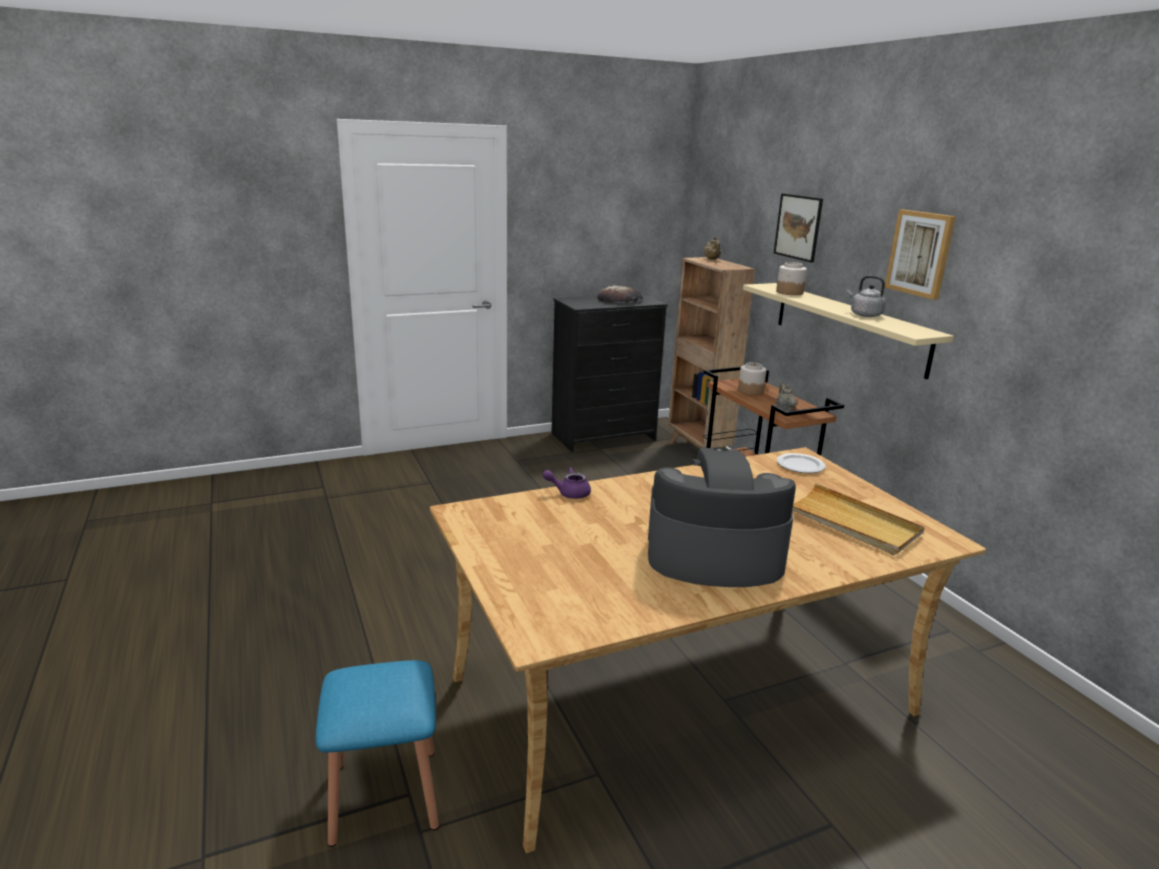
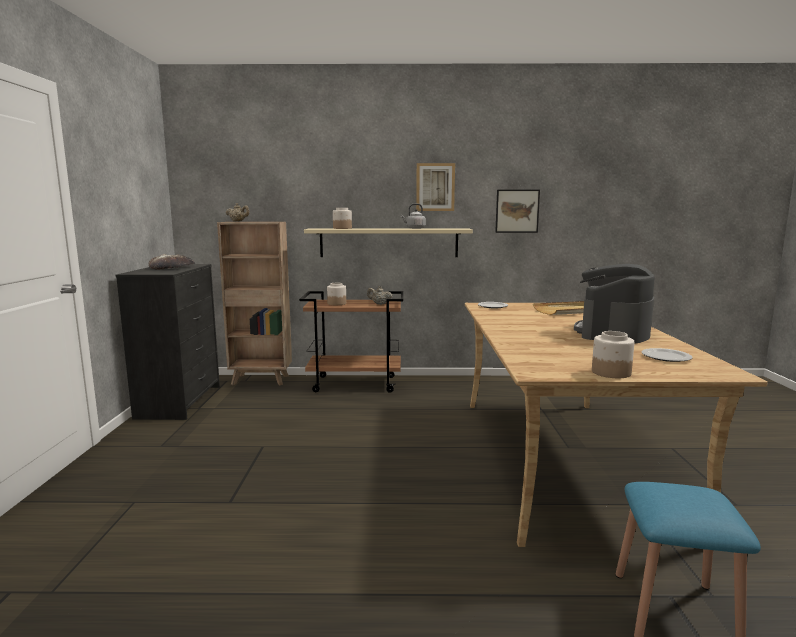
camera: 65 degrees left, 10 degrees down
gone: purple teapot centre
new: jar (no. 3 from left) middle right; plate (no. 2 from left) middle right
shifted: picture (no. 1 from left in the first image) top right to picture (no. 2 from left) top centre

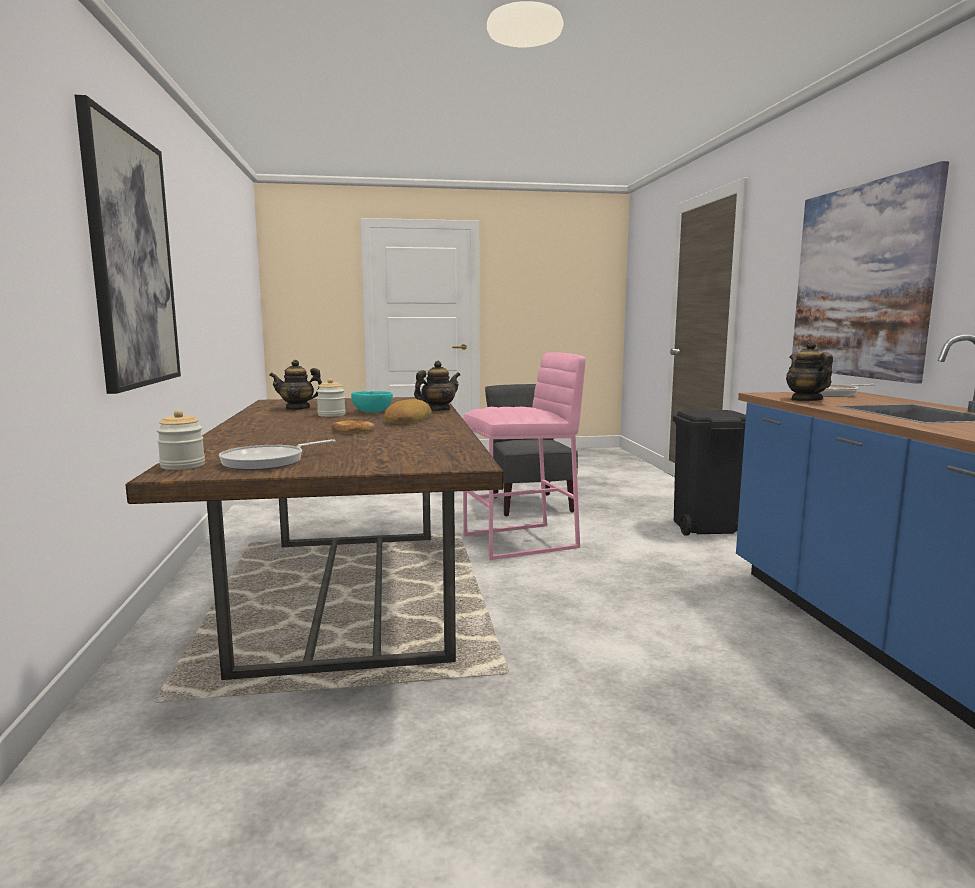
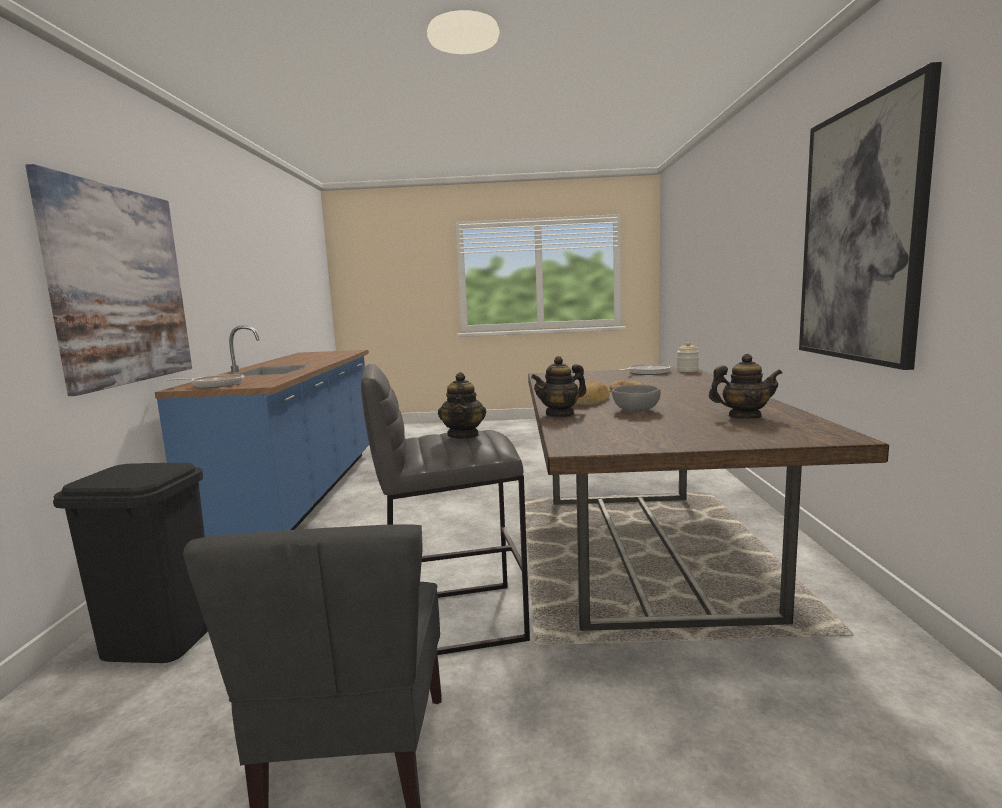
camera: 170 degrees left, 0 degrees up
gone: jar (no. 2 from left) centre
shifted: teapot (no. 3 from left in the first image) middle right to teapot (no. 1 from left) centre
repainted: pink stool centre to grey stool centre; turquoise bowl centre to grey bowl centre

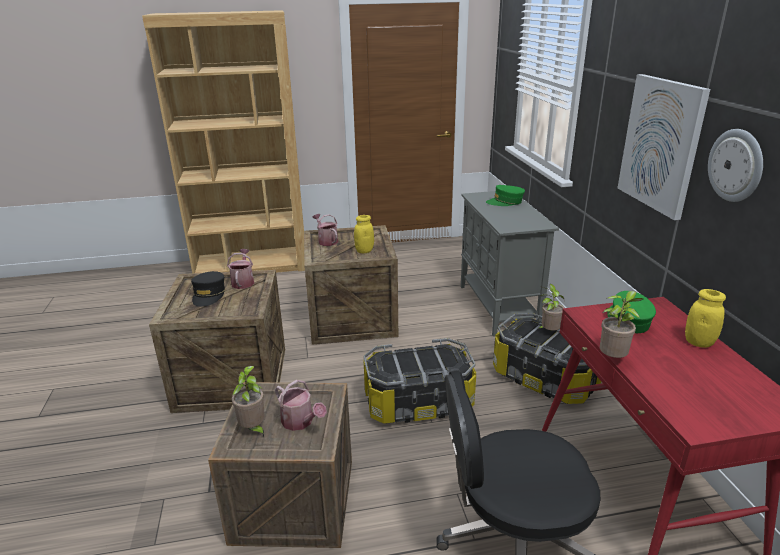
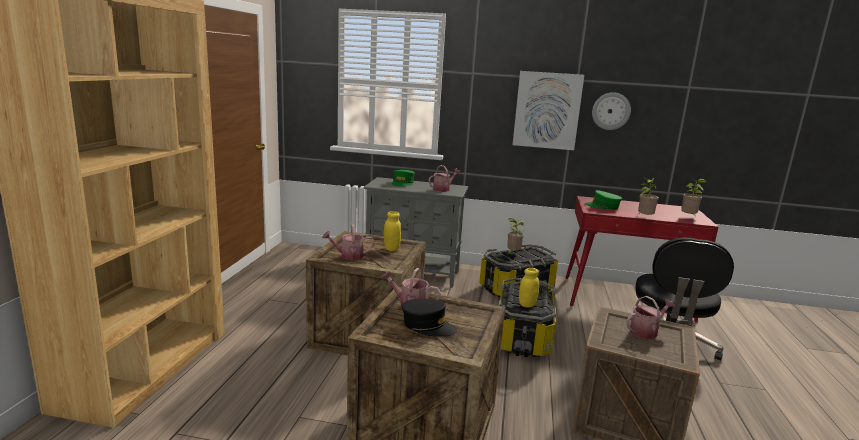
camera: 70 degrees left, 10 degrees down
new: watering can (no. 3 from left) centre
shifted: yellow jar (no. 2 from left) middle right to centre; potted plant (no. 1 from left in the first image) bottom left to potted plant (no. 3 from left) middle right

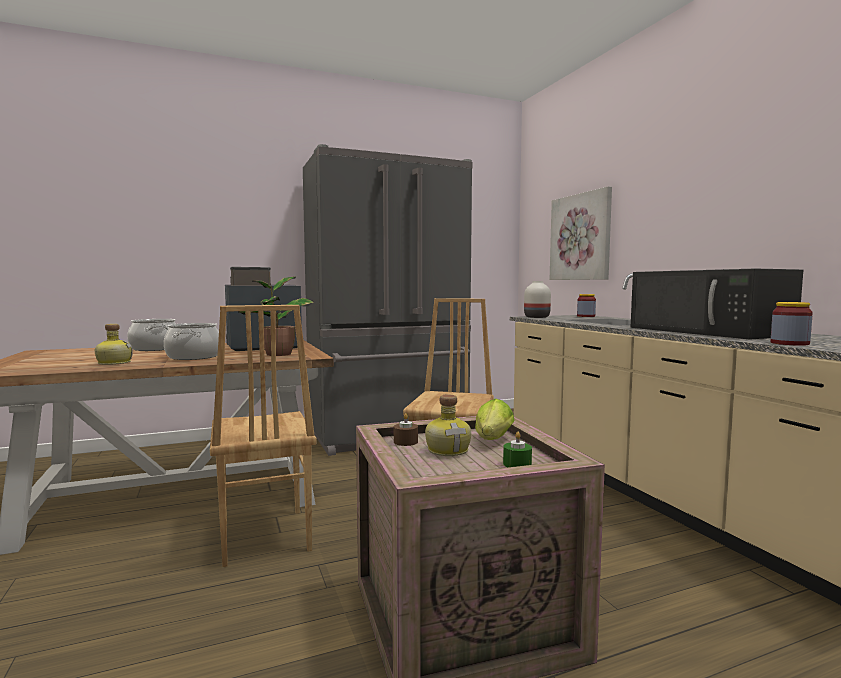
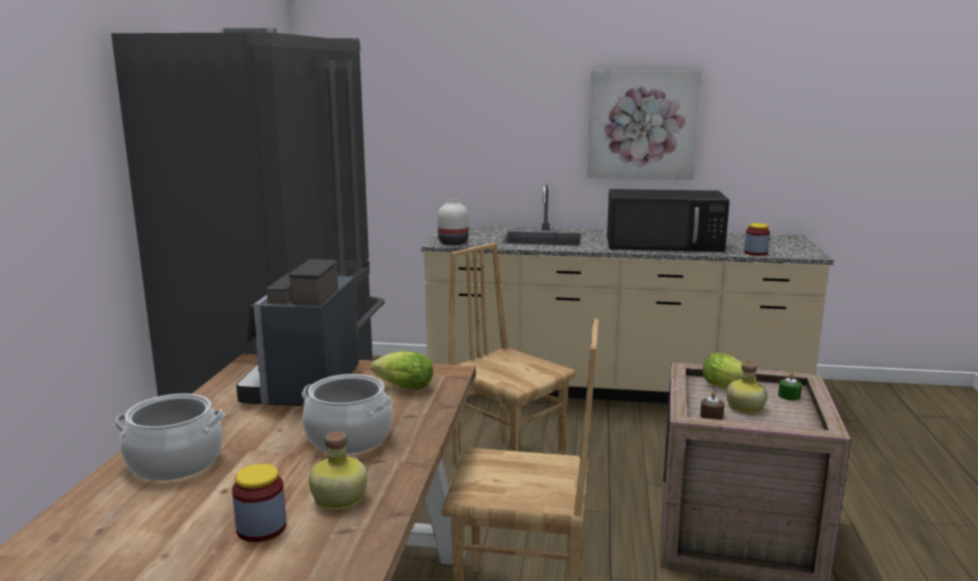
camera: 60 degrees left, 10 degrees up
shifted: jar (no. 1 from left) middle right to bottom left; picture middle right to top centre
swapped: potted plant middle left to lettuce (no. 1 from left) centre

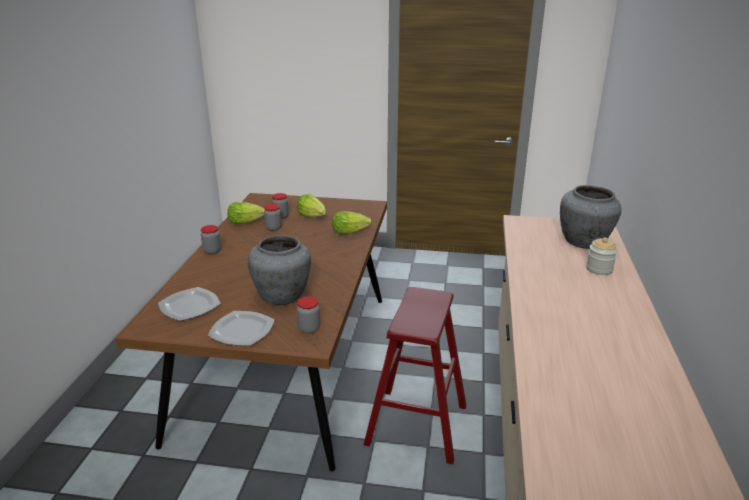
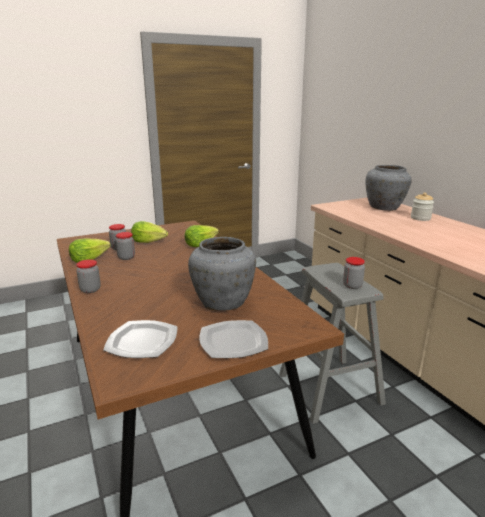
camera: 35 degrees left, 5 degrees down
shifted: jar (no. 4 from left) centre to middle right
repainted: red stool bottom centre to grey stool middle right

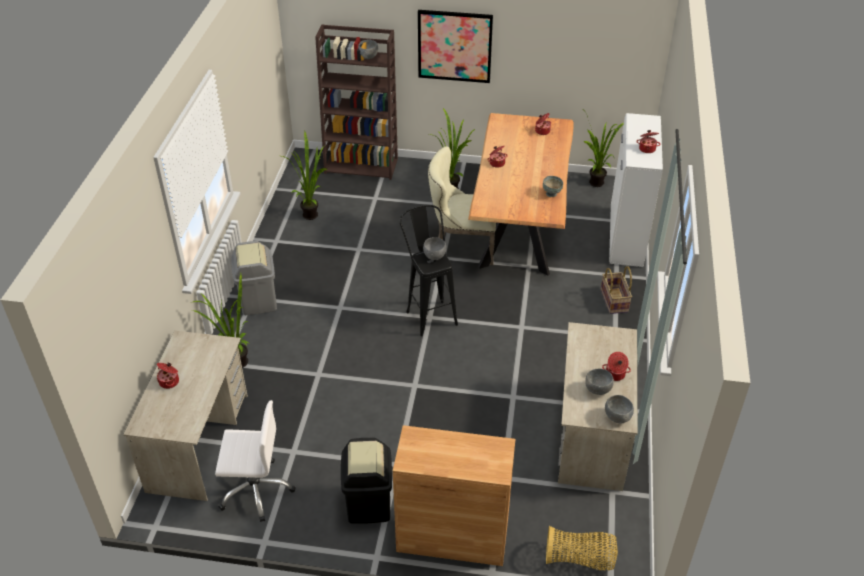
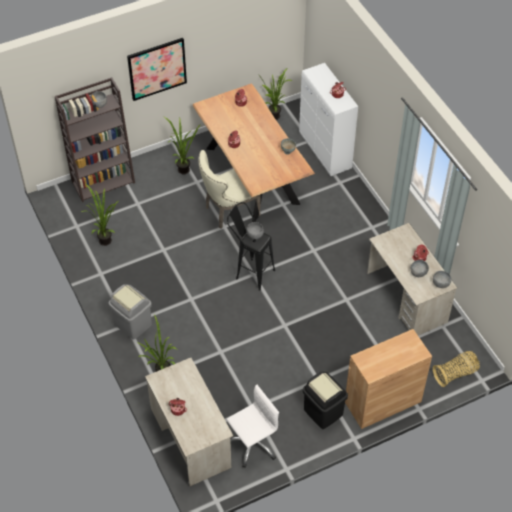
camera: 35 degrees left, 10 degrees up
gone: basket (no. 2 from left) middle right

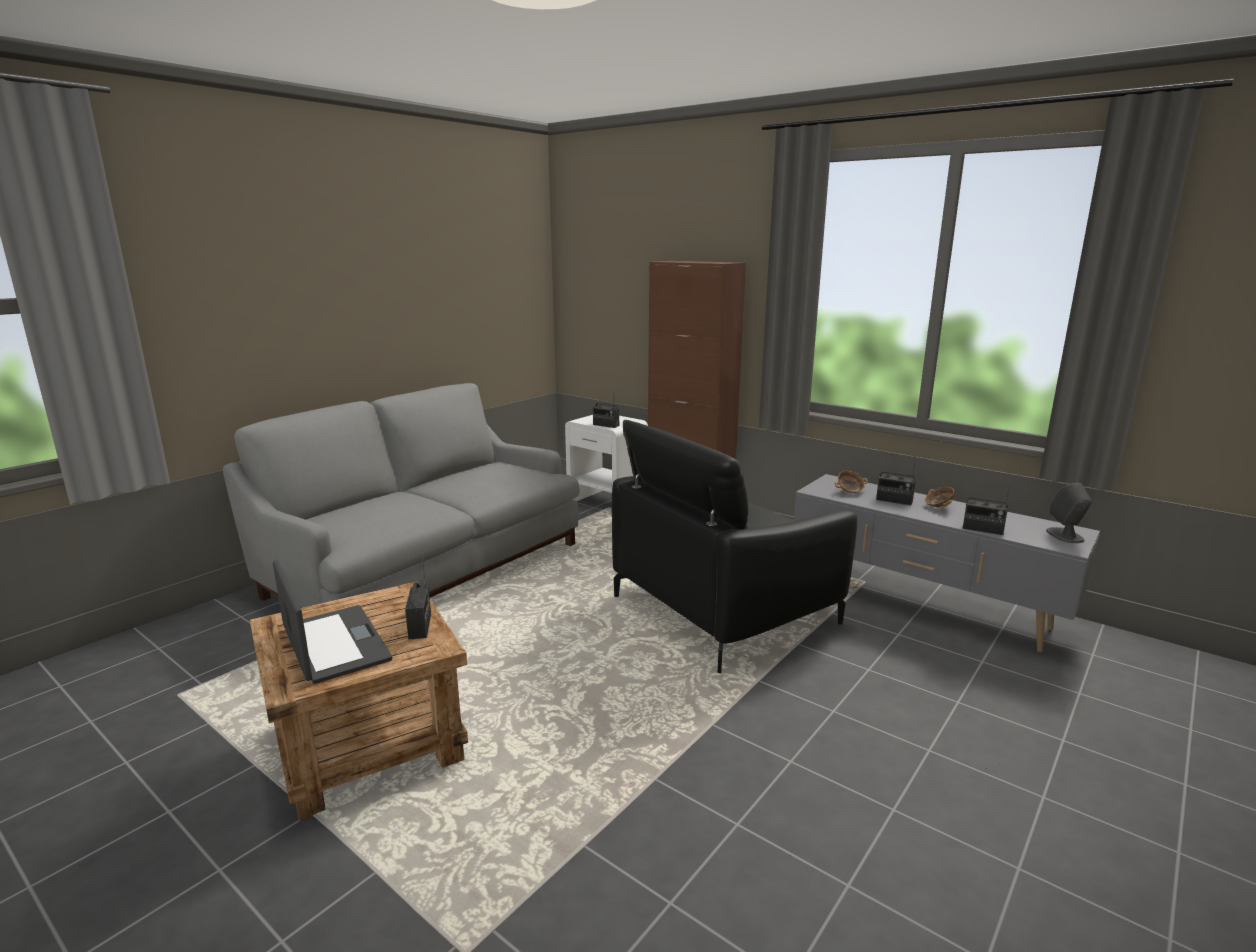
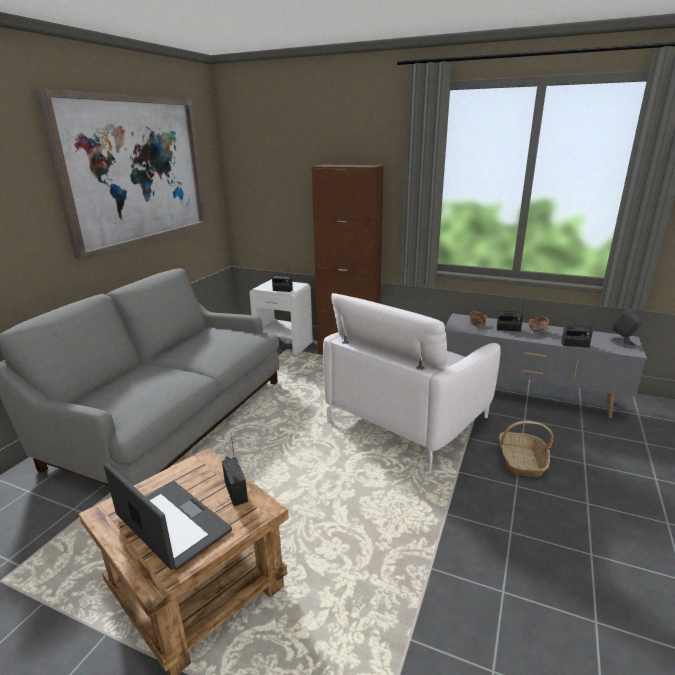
camera: 15 degrees left, 5 degrees up
new: picture top left; basket middle right
repainted: black armchair centre to white armchair centre

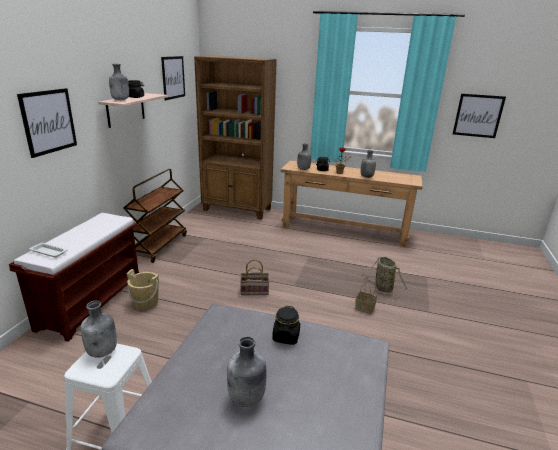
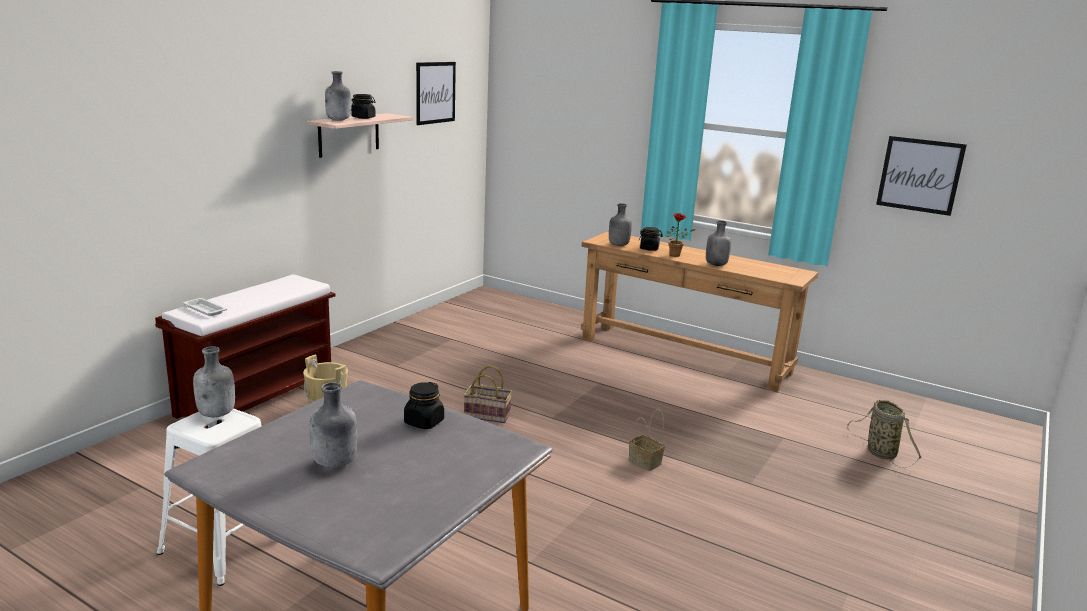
camera: 15 degrees right, 5 degrees down
gone: picture (no. 1 from left) top left; brown cart middle left; brown bookcase top centre
shifted: basket (no. 3 from left) middle right to bottom right

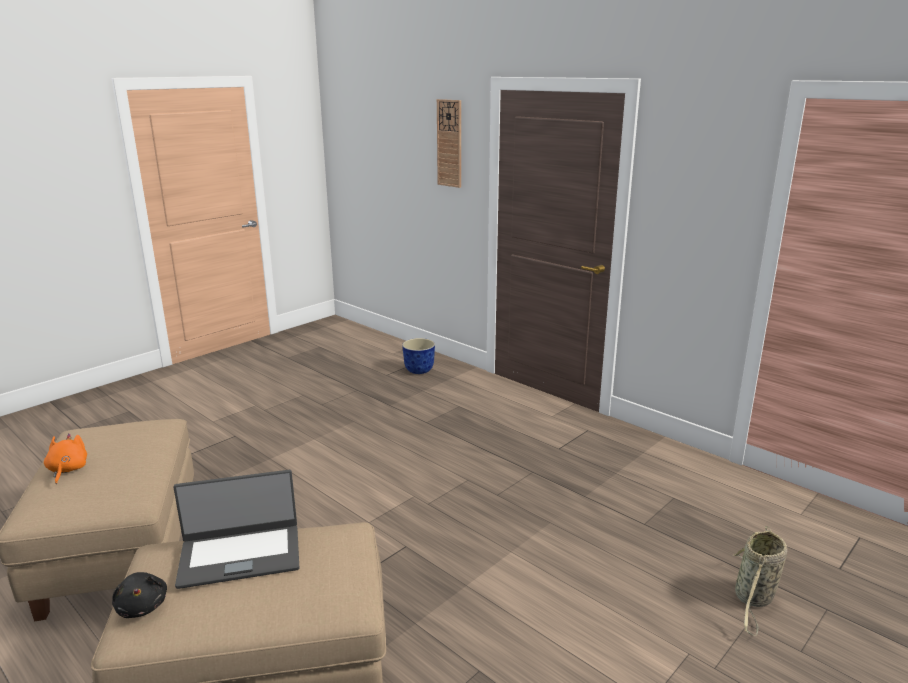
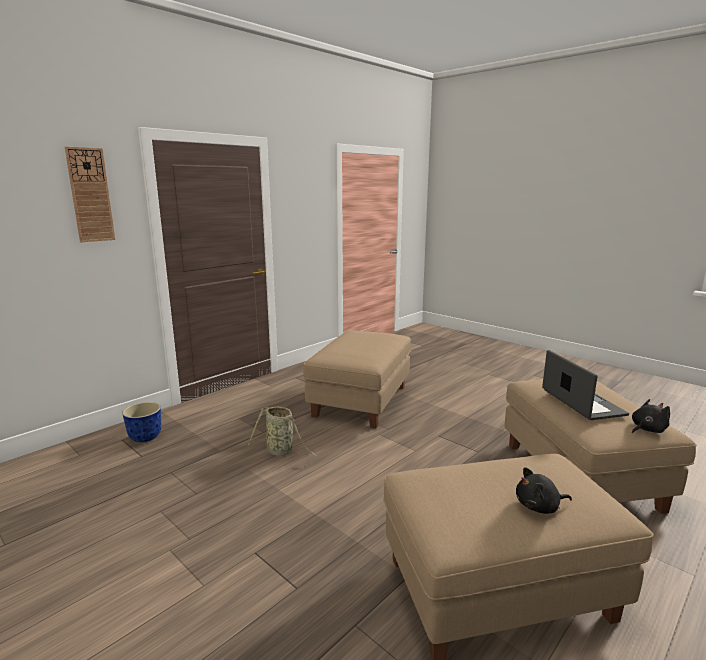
camera: 90 degrees left, 5 degrees down
new: beige ottoman (no. 1 from left) centre
shifted: basket bottom right to centre
repainted: orange plush toy bottom left to black plush toy (no. 1 from left) bottom right

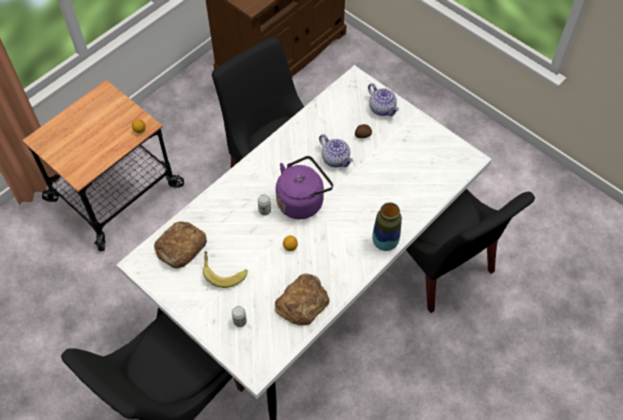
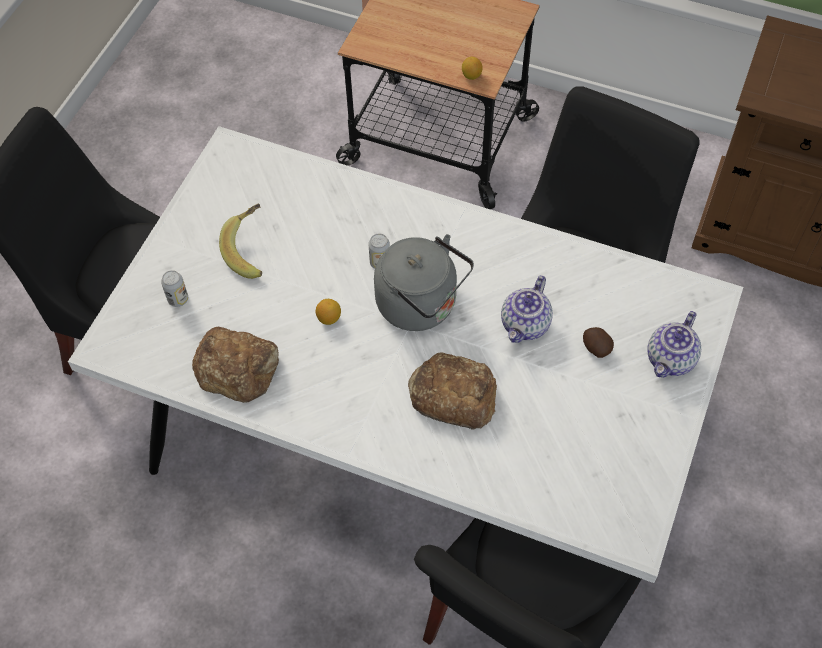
camera: 70 degrees right, 0 degrees up
gone: vase centre
shifted: bread (no. 1 from left in the first image) middle left to bread (no. 2 from left) centre
repainted: purple kettle centre to grey kettle centre

